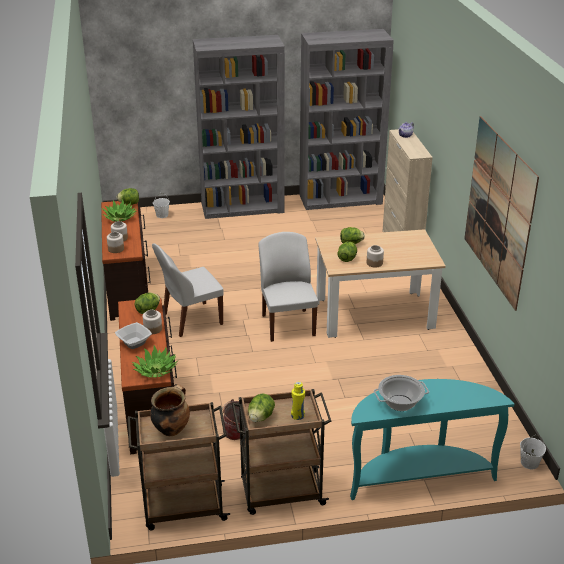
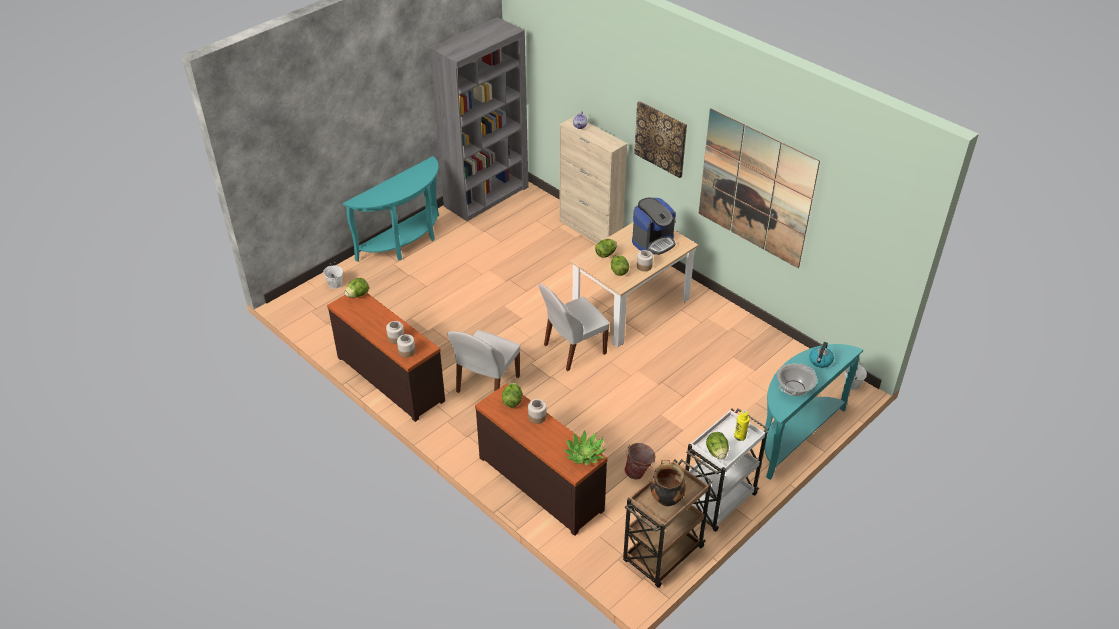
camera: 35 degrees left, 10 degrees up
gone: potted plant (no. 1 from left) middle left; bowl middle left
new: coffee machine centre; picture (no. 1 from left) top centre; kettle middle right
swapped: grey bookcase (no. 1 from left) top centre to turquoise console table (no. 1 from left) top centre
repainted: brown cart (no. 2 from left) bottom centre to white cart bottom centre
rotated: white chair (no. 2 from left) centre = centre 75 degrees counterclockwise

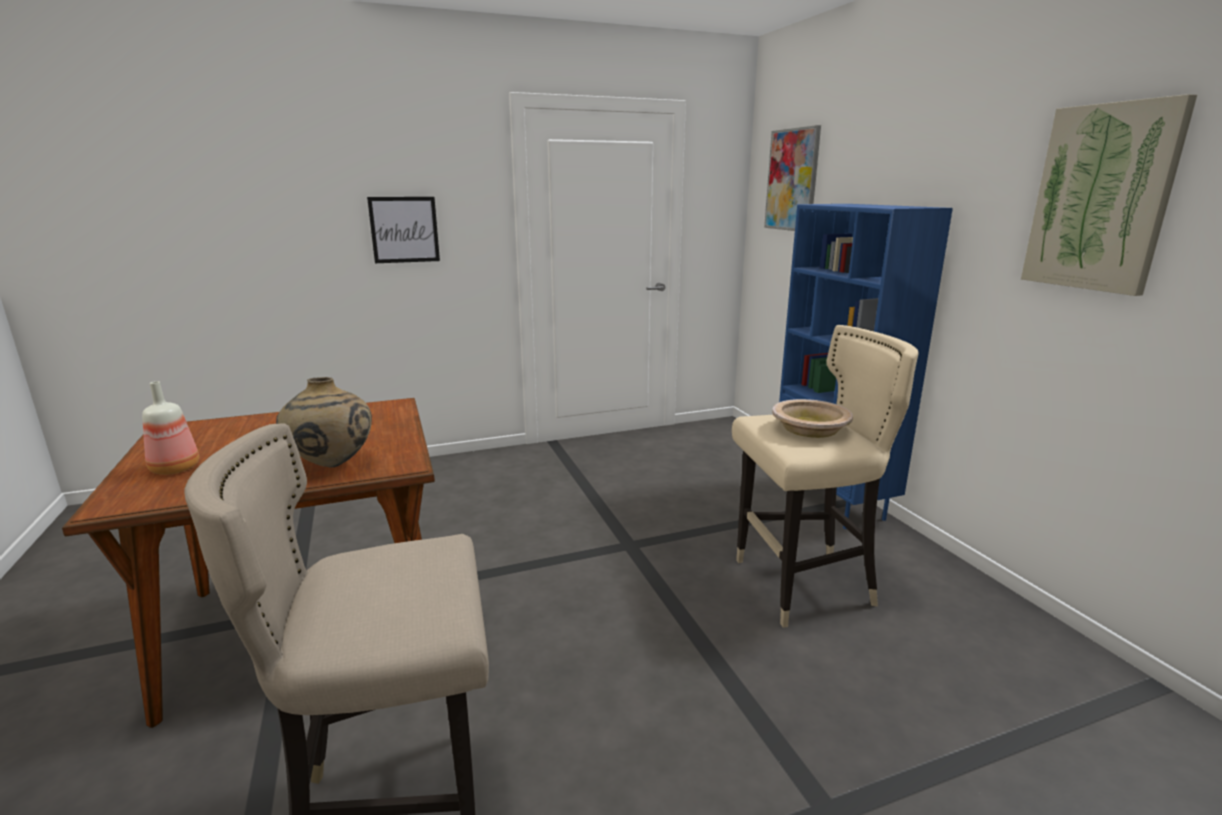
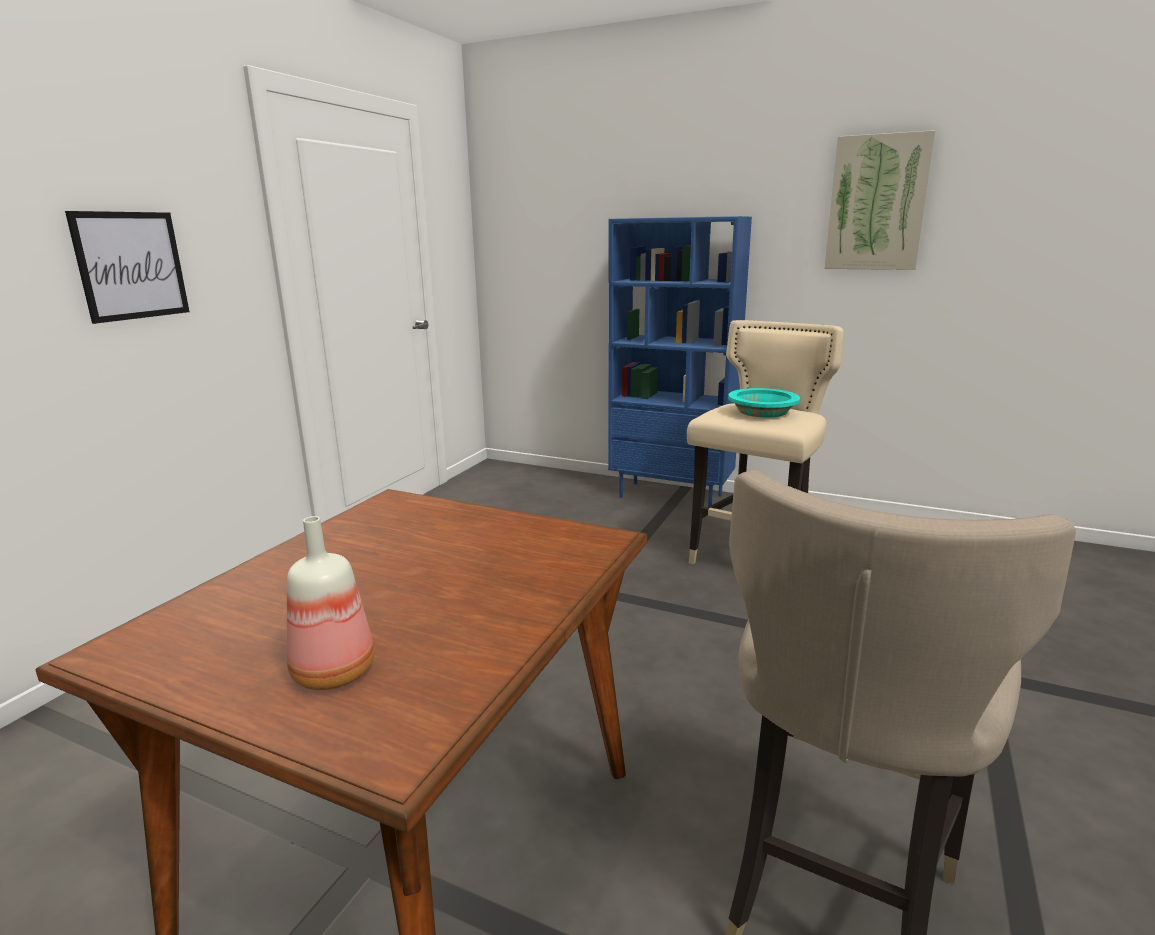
camera: 45 degrees left, 0 degrees up
gone: beige vase middle left; picture (no. 2 from left) top centre
repainted: beige bowl centre to turquoise bowl centre

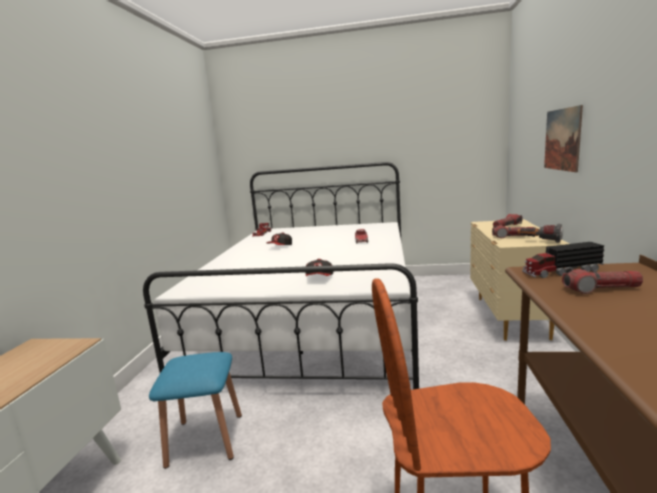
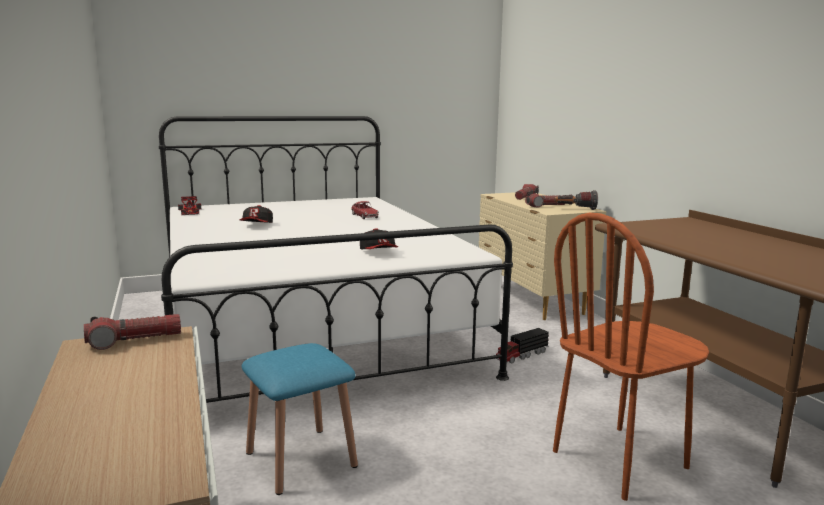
camera: 30 degrees left, 0 degrees up
gone: picture top right
shifted: flashlight (no. 4 from left in the first image) middle right to flashlight (no. 1 from left) middle left; toy truck middle right to bottom centre

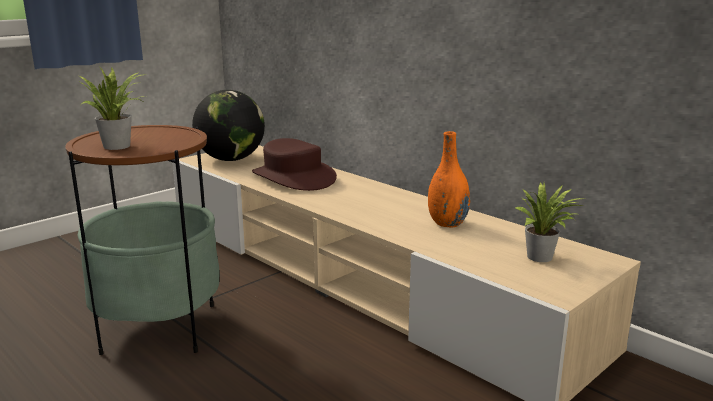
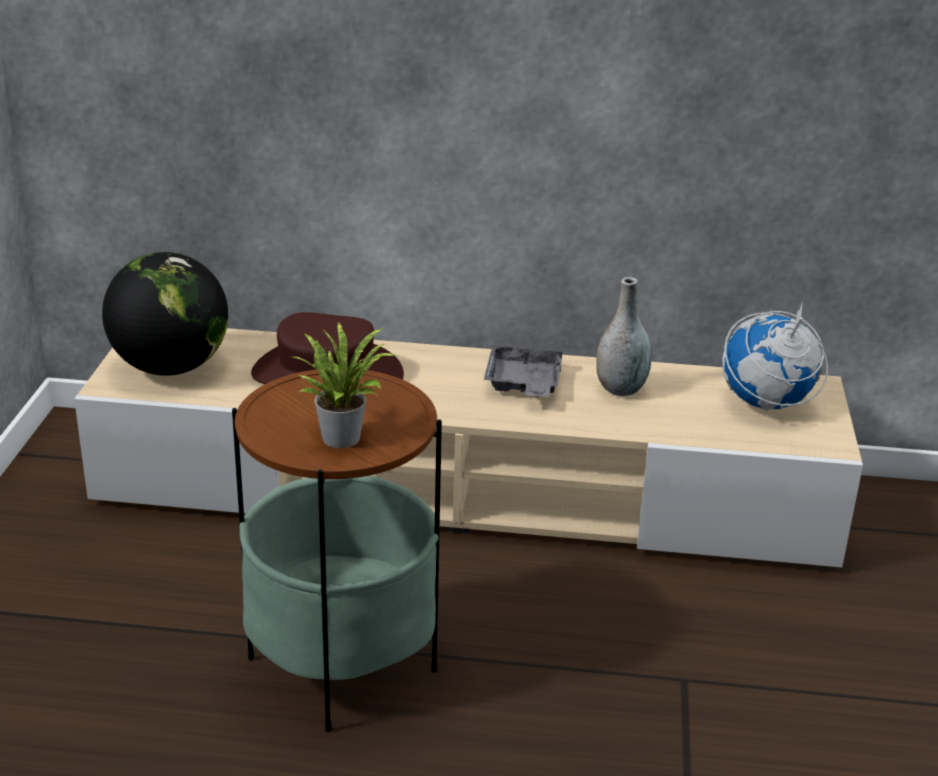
camera: 40 degrees left, 10 degrees up
new: grey tray centre
swapped: potted plant (no. 2 from left) middle right to globe (no. 2 from left) middle right
repainted: orange vase centre to grey vase centre

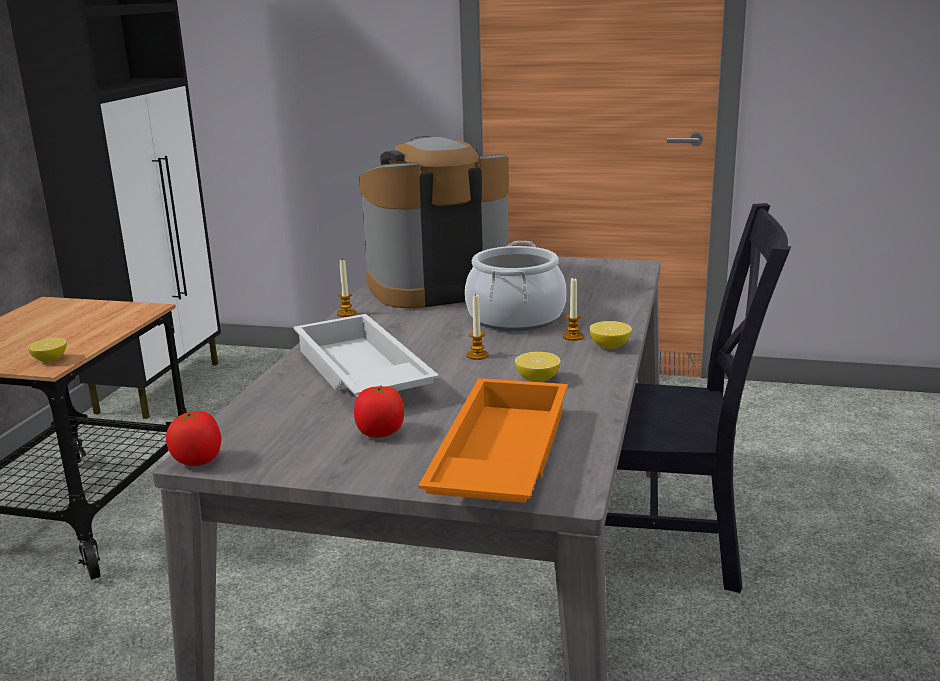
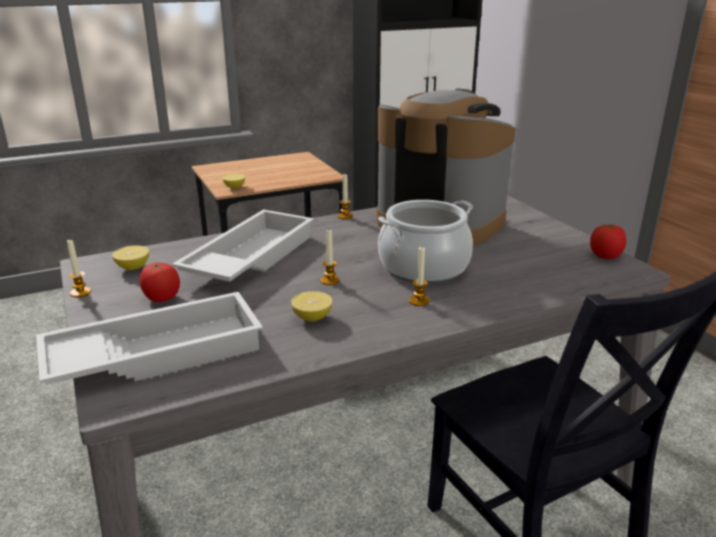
camera: 50 degrees right, 5 degrees up
new: candle (no. 1 from left) middle left
shifted: lemon (no. 3 from left in the first image) centre to lemon (no. 1 from left) middle left; tomato (no. 1 from left in the first image) middle left to tomato (no. 2 from left) middle right
repainted: orange tray centre to white tray (no. 1 from left) middle left

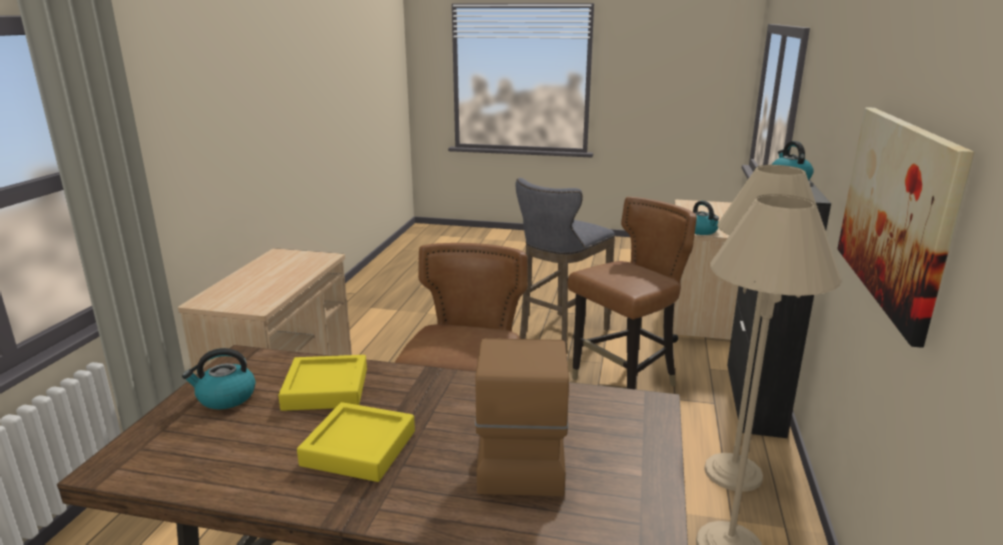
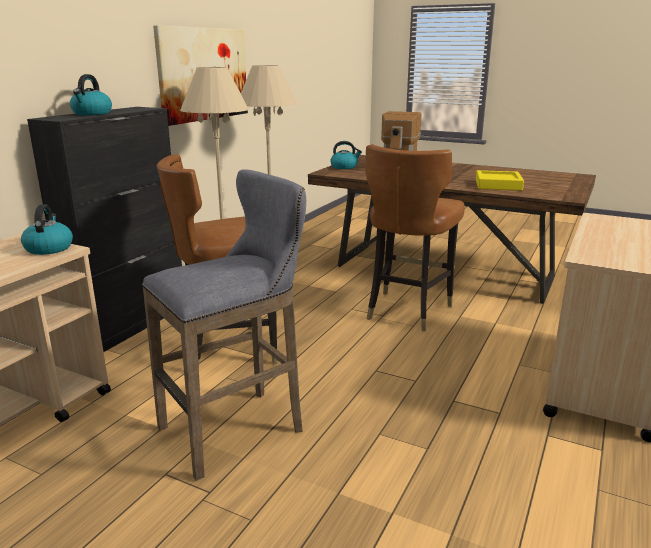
camera: 165 degrees left, 0 degrees up
gone: yellow tray (no. 2 from left) bottom centre
shifted: kettle (no. 1 from left in the first image) bottom left to kettle (no. 3 from left) top centre

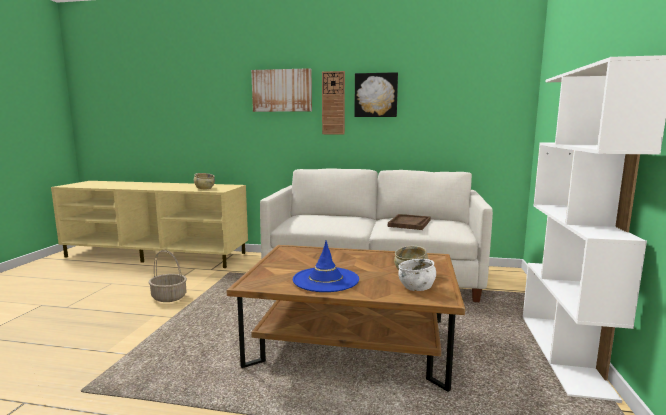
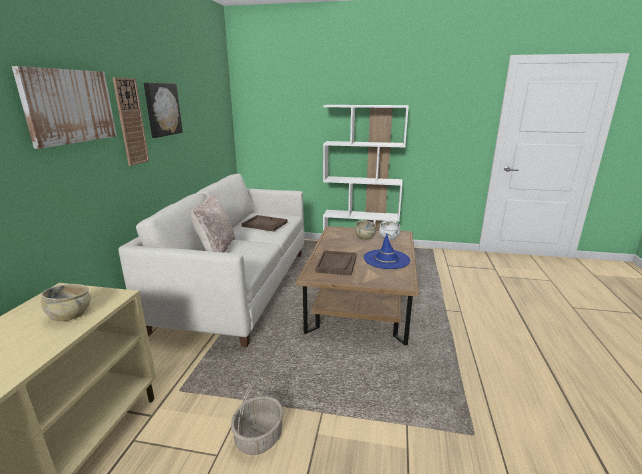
camera: 90 degrees left, 10 degrees up
new: beige pillow middle left; brown tray (no. 2 from left) centre

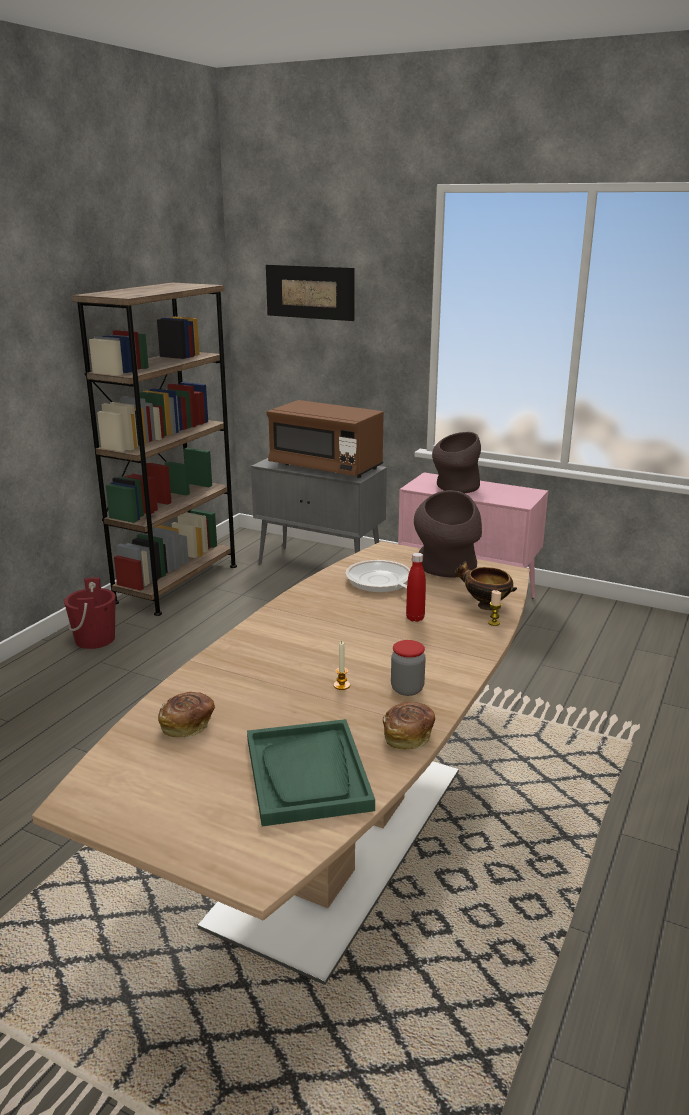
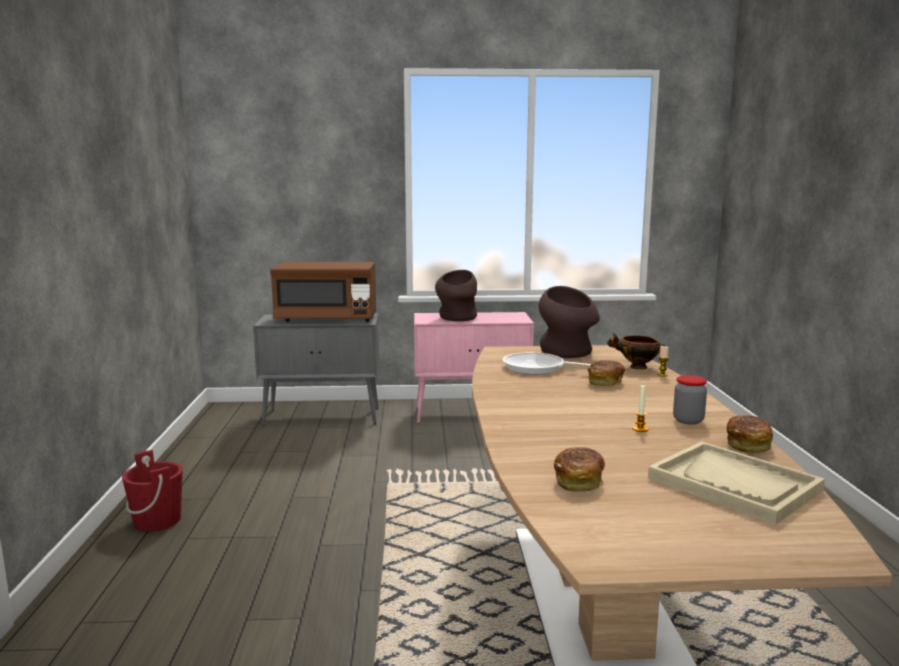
camera: 30 degrees left, 10 degrees down
gone: brown bookcase middle left; picture top centre
swapped: red bottle centre to bread (no. 2 from left) middle right
repainted: green tray bottom centre to beige tray bottom right

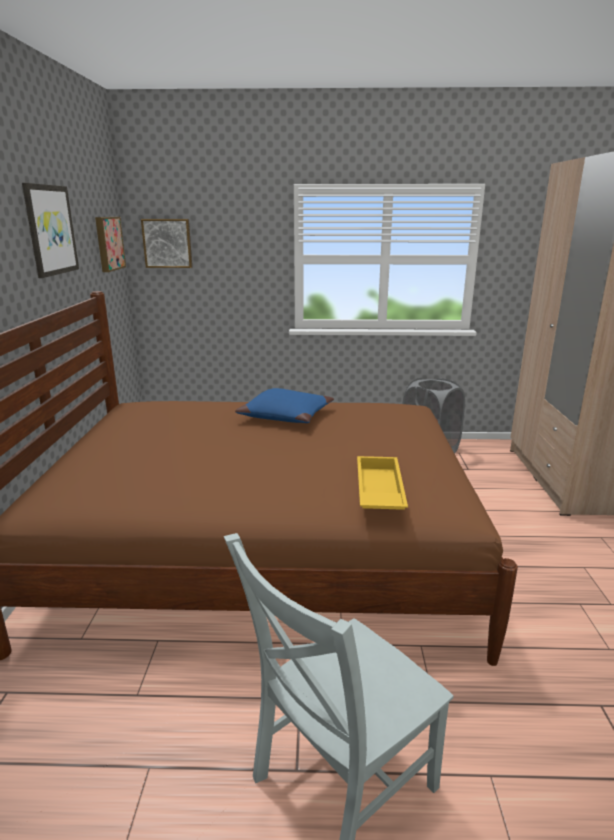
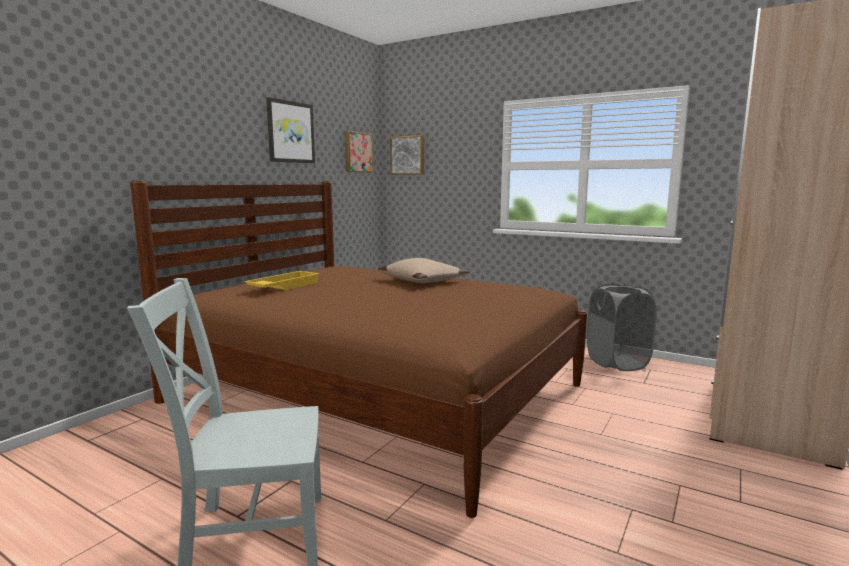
camera: 30 degrees right, 10 degrees down
shifted: yellow tray centre to middle left
repainted: blue pillow centre to beige pillow centre

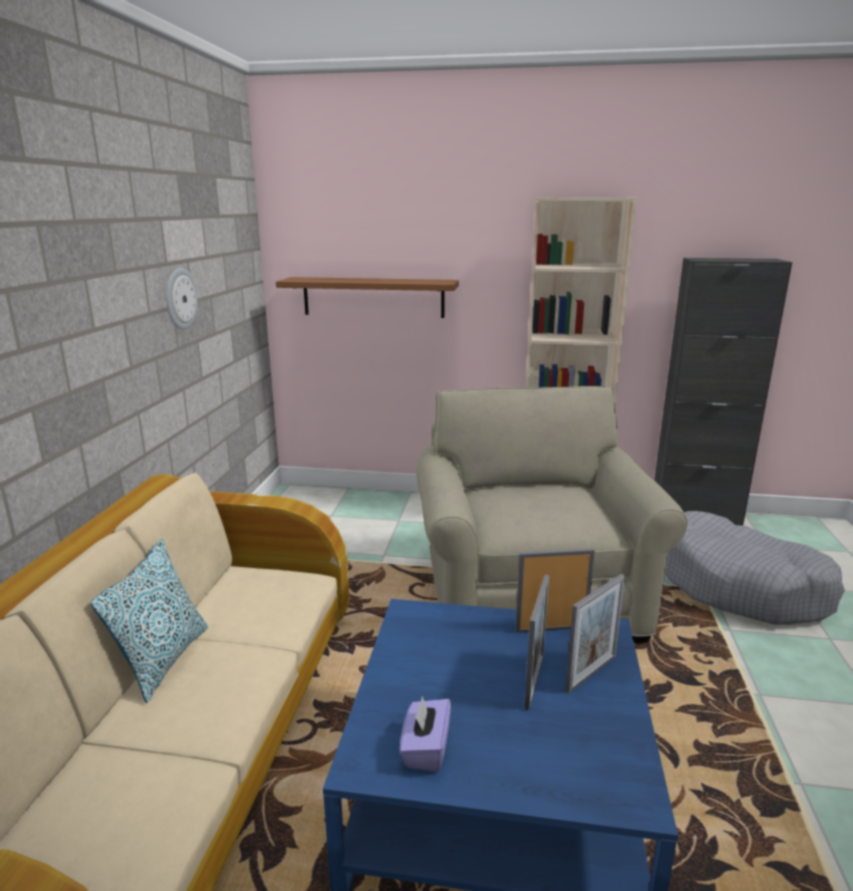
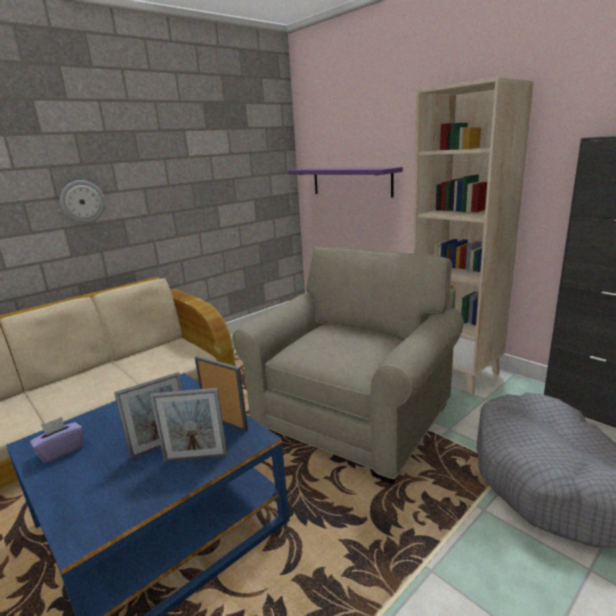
camera: 40 degrees right, 0 degrees up
gone: pillow bottom left
shifted: wall clock middle left to top left
repainted: brown shelf centre to purple shelf top centre

